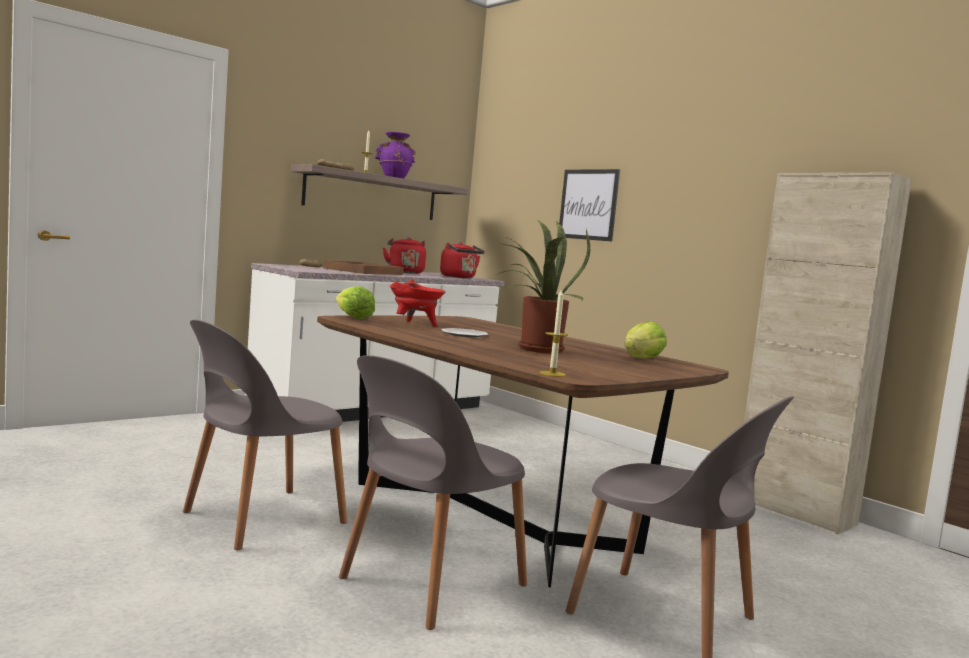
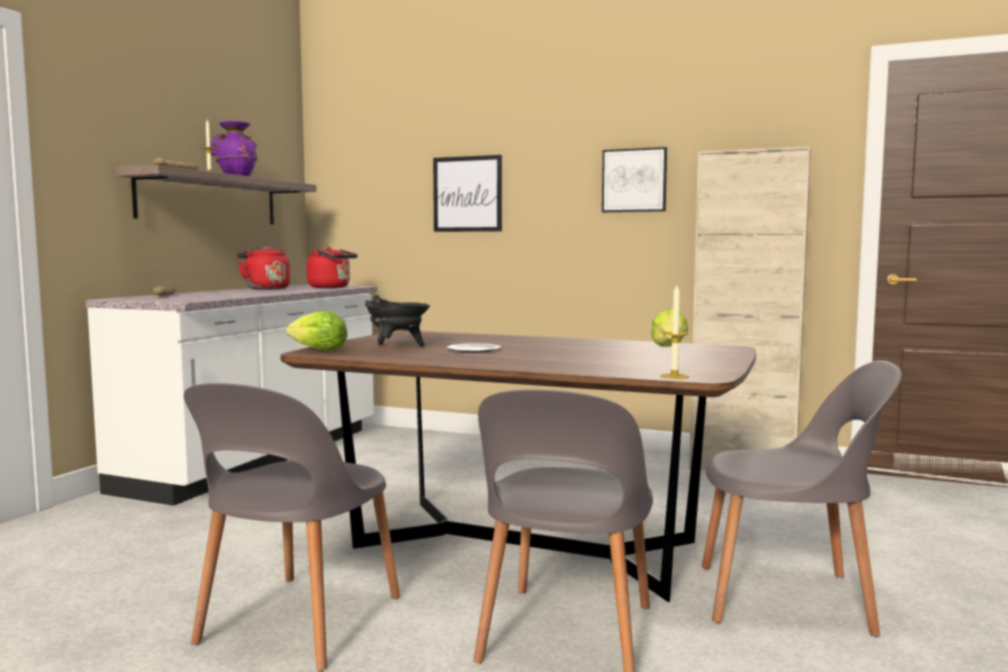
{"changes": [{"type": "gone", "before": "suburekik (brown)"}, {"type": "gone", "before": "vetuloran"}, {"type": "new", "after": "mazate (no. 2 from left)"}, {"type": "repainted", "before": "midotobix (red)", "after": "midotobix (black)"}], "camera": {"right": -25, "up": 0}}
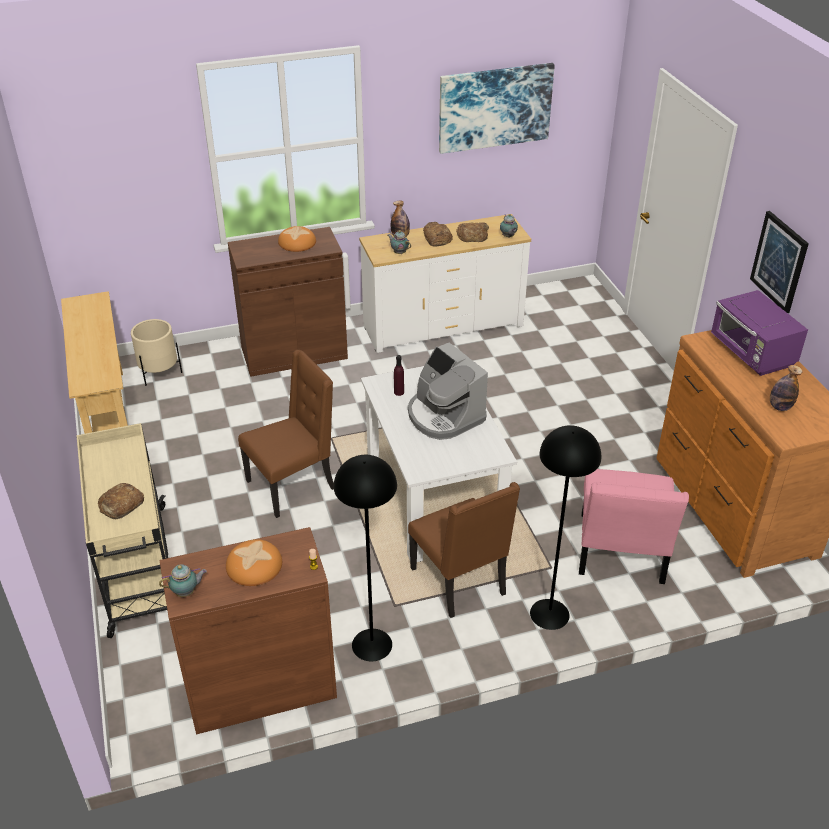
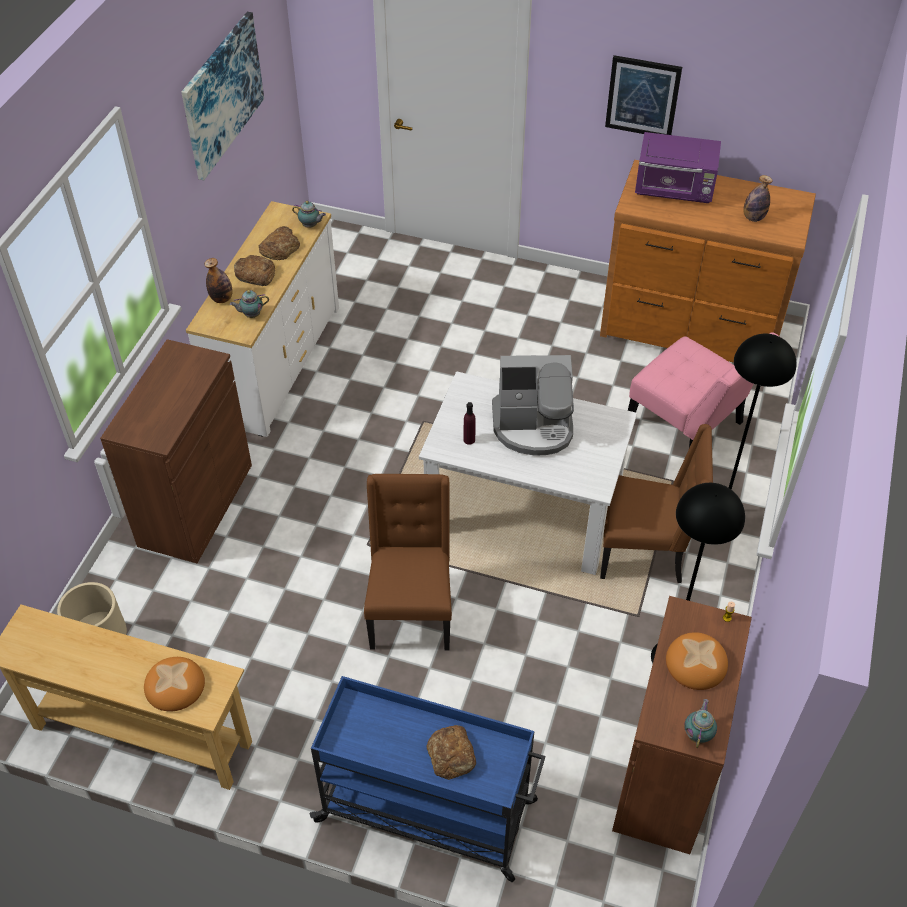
{"changes": [{"type": "shifted", "before": "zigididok (no. 3 from left in the first image)", "after": "zigididok (no. 1 from left)"}, {"type": "repainted", "before": "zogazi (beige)", "after": "zogazi (blue)"}], "camera": {"right": -55, "up": 10}}
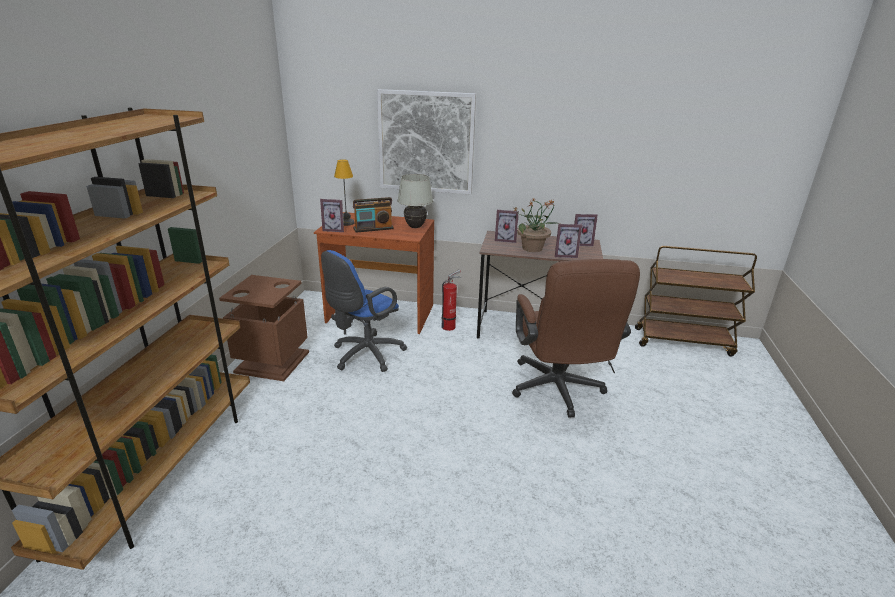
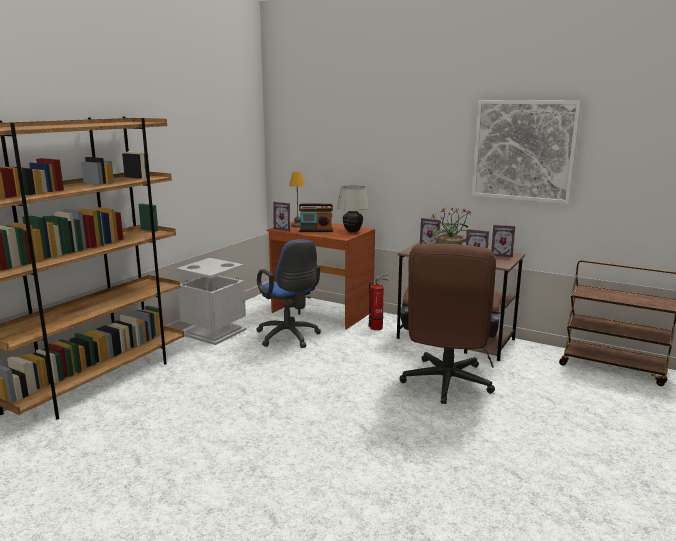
{"changes": [{"type": "shifted", "before": "mazate"}, {"type": "repainted", "before": "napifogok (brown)", "after": "napifogok (grey)"}, {"type": "rotated", "before": "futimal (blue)", "turn": -90}], "camera": {"right": 20, "up": -10}}
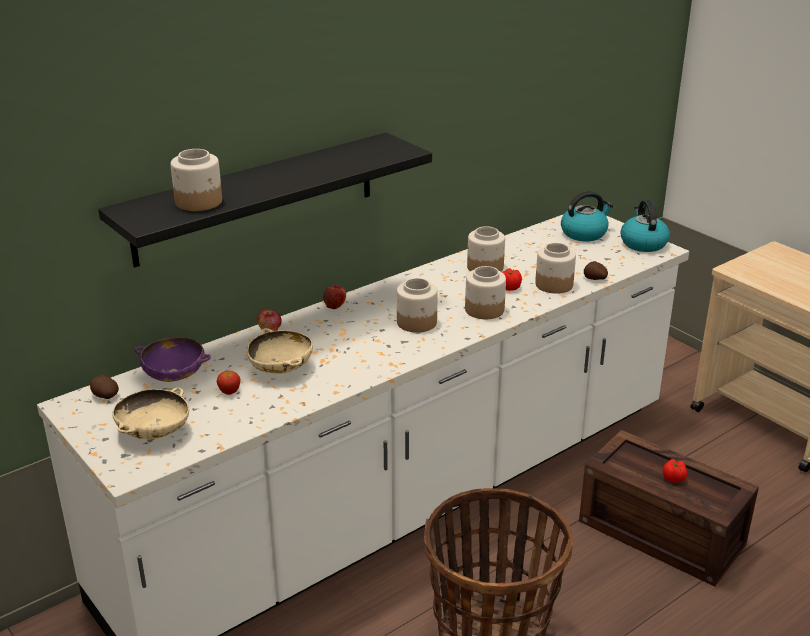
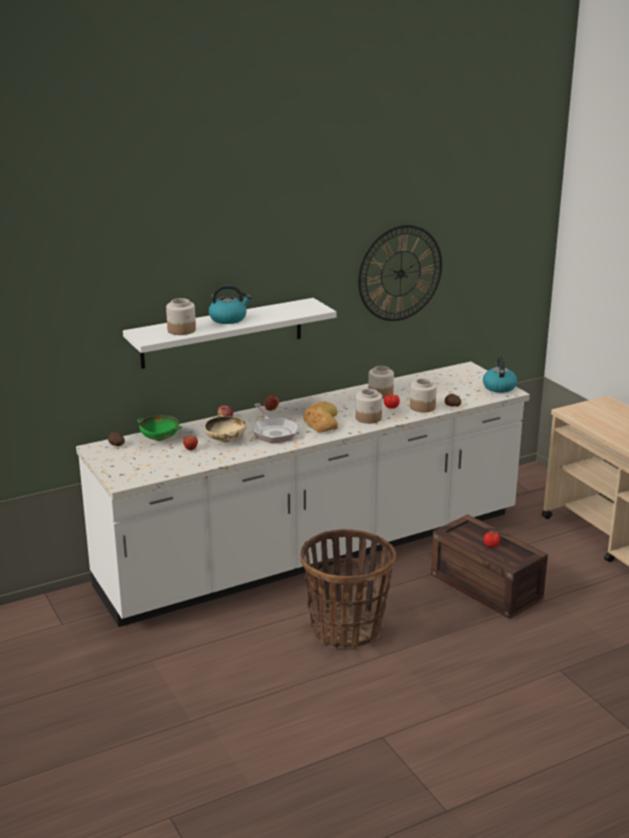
{"changes": [{"type": "gone", "before": "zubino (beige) (no. 1 from left)"}, {"type": "new", "after": "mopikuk"}, {"type": "new", "after": "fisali"}, {"type": "shifted", "before": "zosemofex (no. 1 from left)"}, {"type": "swapped", "before": "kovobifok (no. 2 from left)", "after": "zigididok"}, {"type": "repainted", "before": "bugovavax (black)", "after": "bugovavax (white)"}, {"type": "repainted", "before": "zubino (purple)", "after": "zubino (green)"}], "camera": {"right": 10, "up": -5}}
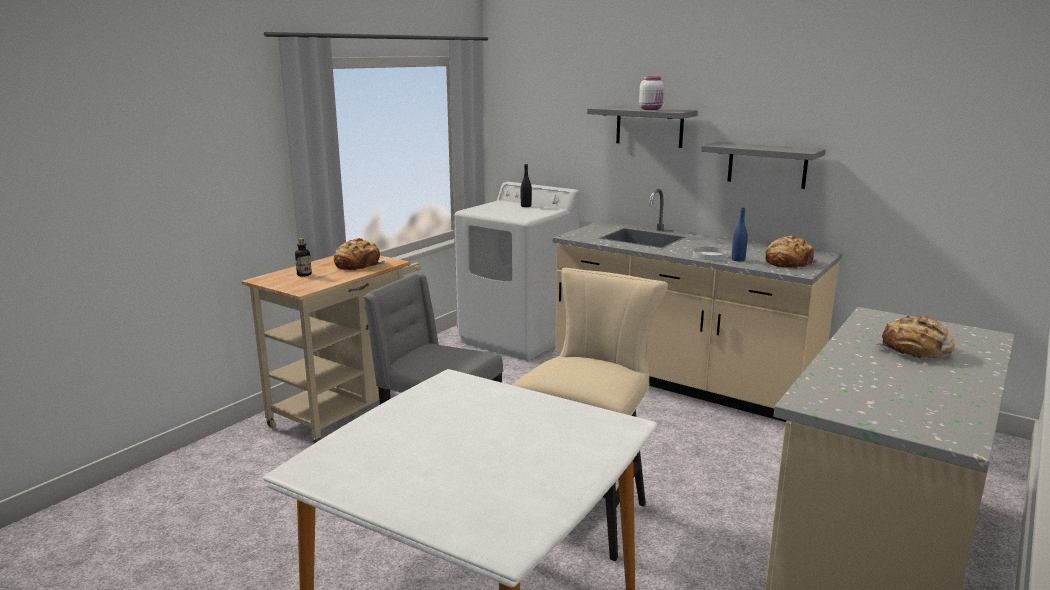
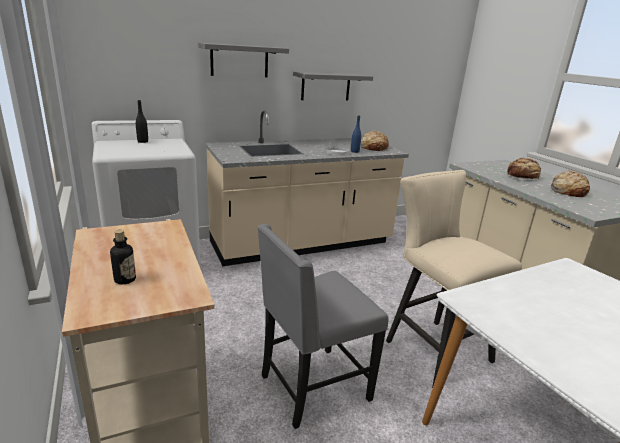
{"changes": [{"type": "gone", "before": "kovobifok (white)"}, {"type": "shifted", "before": "zigididok (no. 1 from left in the first image)", "after": "zigididok (no. 3 from left)"}], "camera": {"right": -60, "up": 5}}
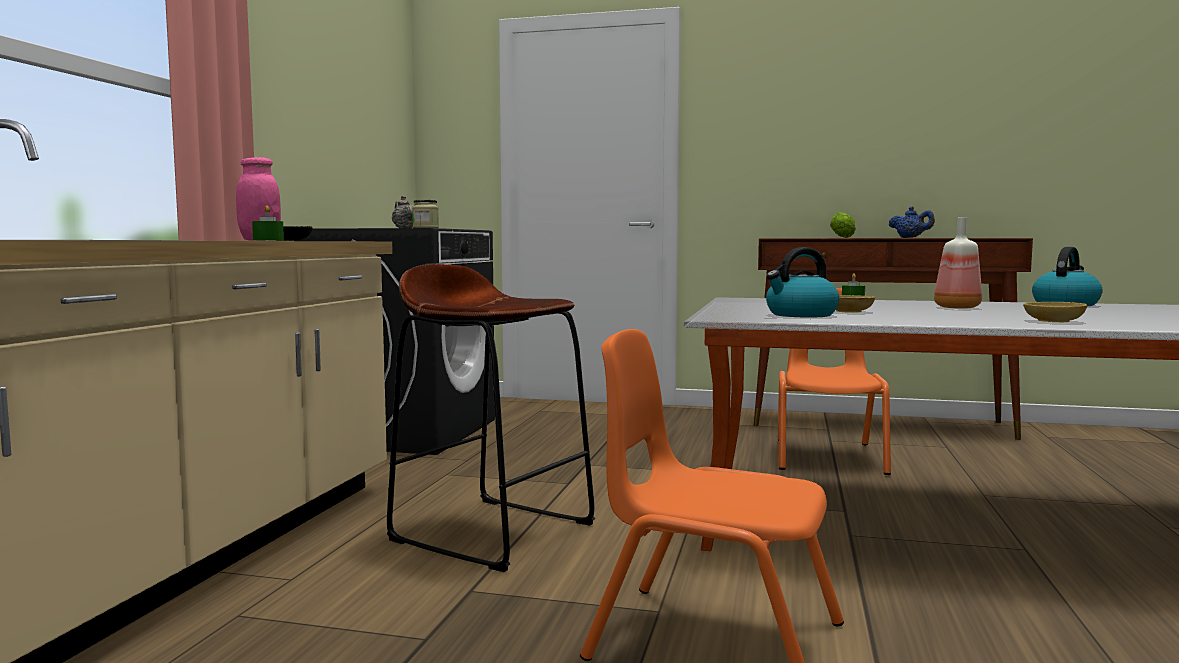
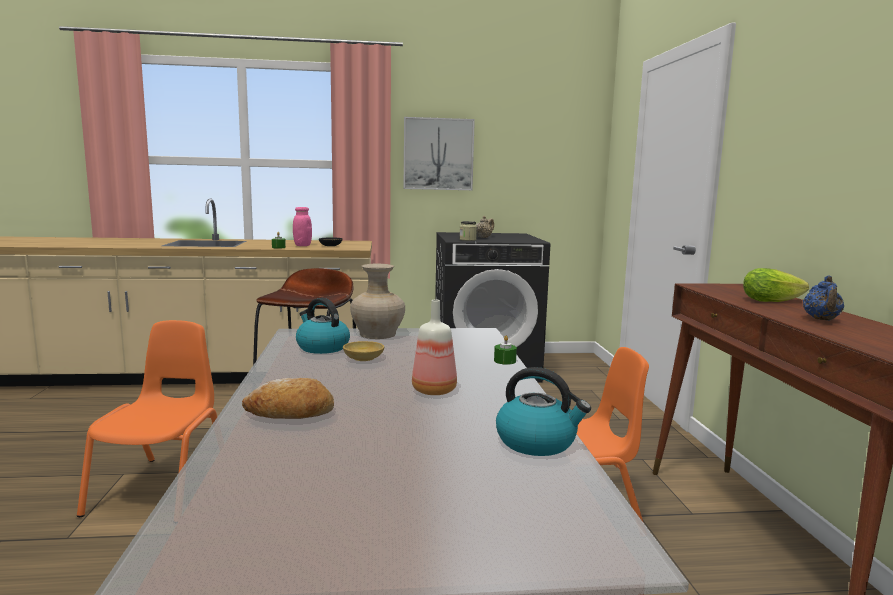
{"changes": [{"type": "new", "after": "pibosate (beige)"}, {"type": "new", "after": "mazate"}, {"type": "swapped", "before": "zubino (beige) (no. 2 from left)", "after": "zigididok"}], "camera": {"right": 70, "up": 5}}
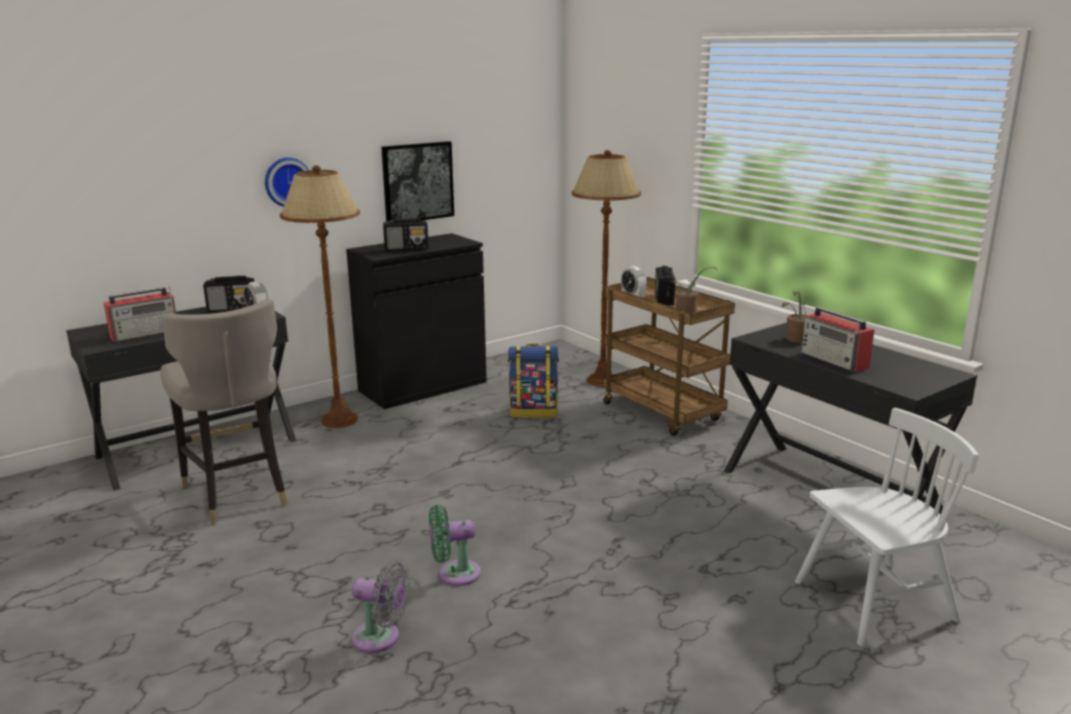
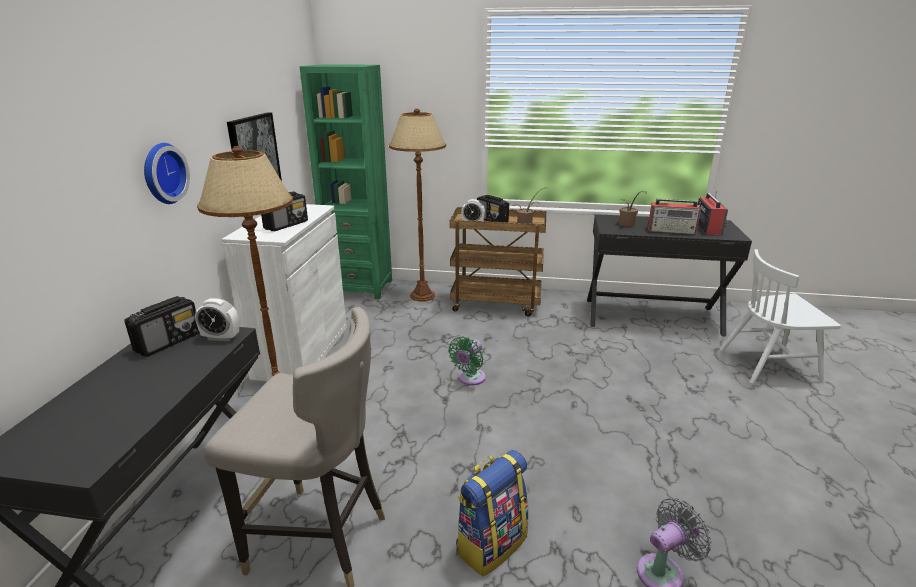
{"changes": [{"type": "new", "after": "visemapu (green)"}, {"type": "shifted", "before": "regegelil (no. 1 from left in the first image)", "after": "regegelil (no. 5 from left)"}, {"type": "shifted", "before": "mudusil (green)"}, {"type": "shifted", "before": "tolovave"}, {"type": "repainted", "before": "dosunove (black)", "after": "dosunove (white)"}, {"type": "rotated", "before": "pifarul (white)", "turn": -120}], "camera": {"right": -45, "up": 5}}
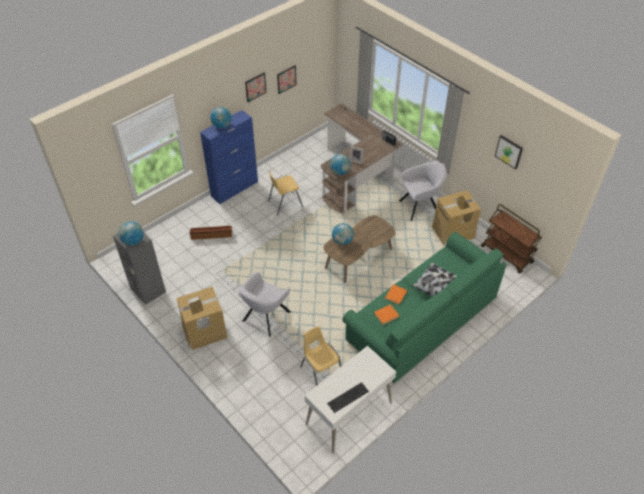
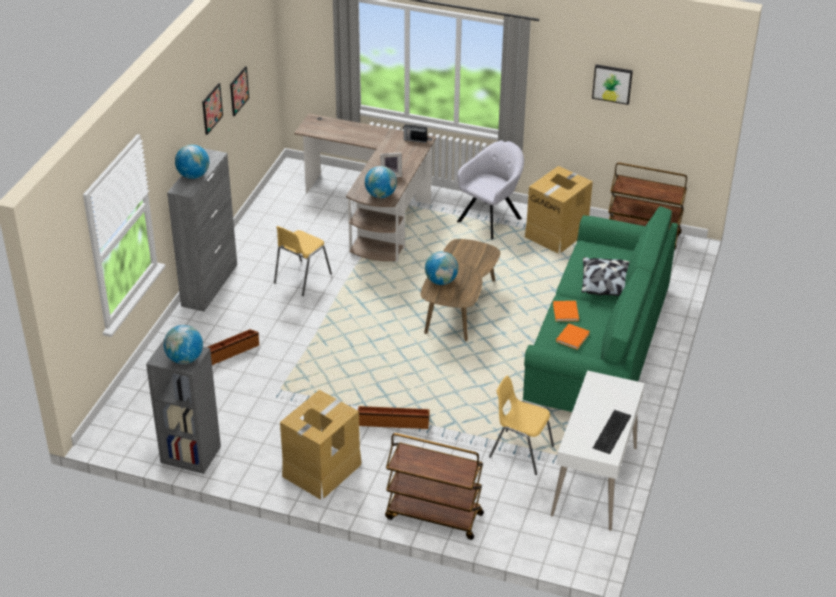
{"changes": [{"type": "new", "after": "zogazi (brown) (no. 1 from left)"}, {"type": "swapped", "before": "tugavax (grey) (no. 1 from left)", "after": "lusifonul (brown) (no. 2 from left)"}, {"type": "repainted", "before": "dosunove (blue)", "after": "dosunove (grey)"}], "camera": {"right": -30, "up": -10}}
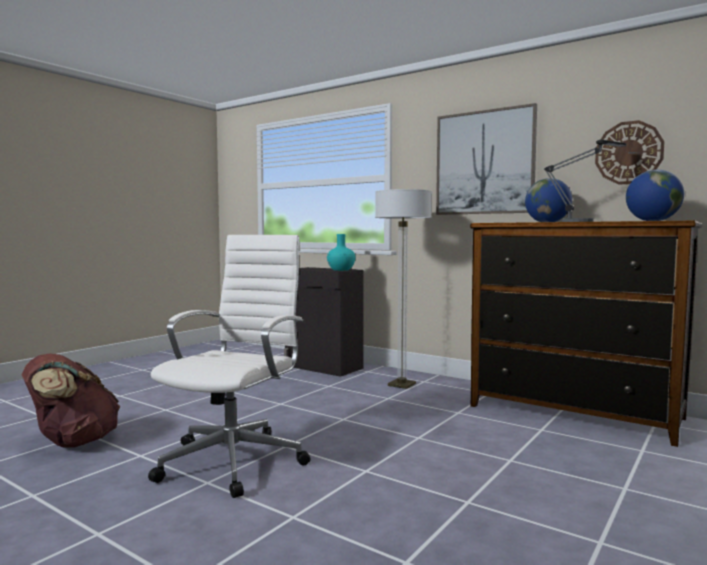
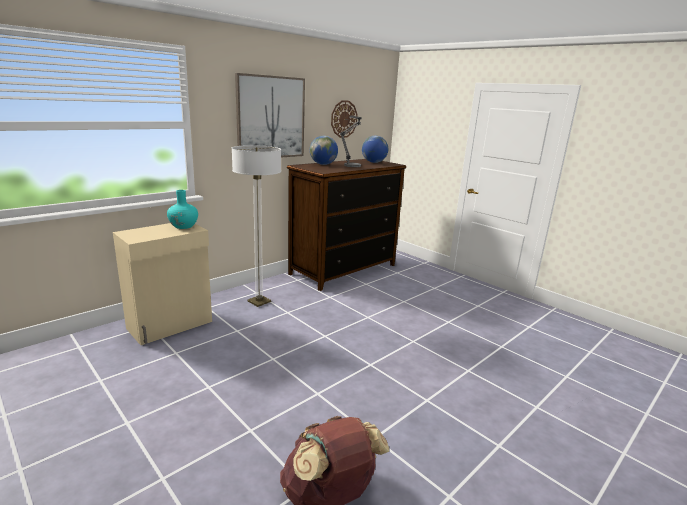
{"changes": [{"type": "gone", "before": "futimal (white)"}, {"type": "repainted", "before": "dosunove (black)", "after": "dosunove (beige)"}], "camera": {"right": -80, "up": 15}}
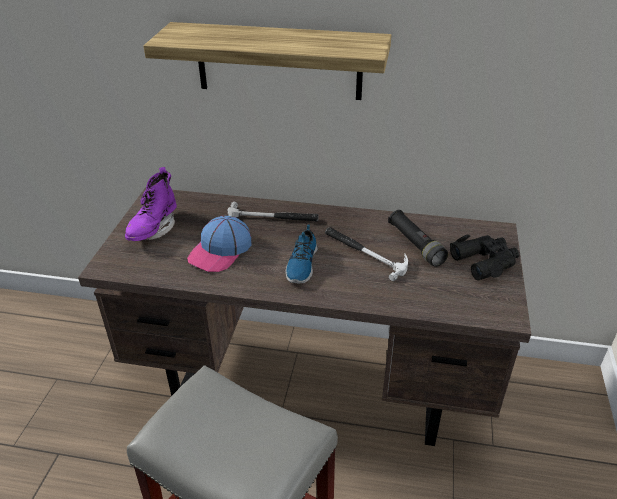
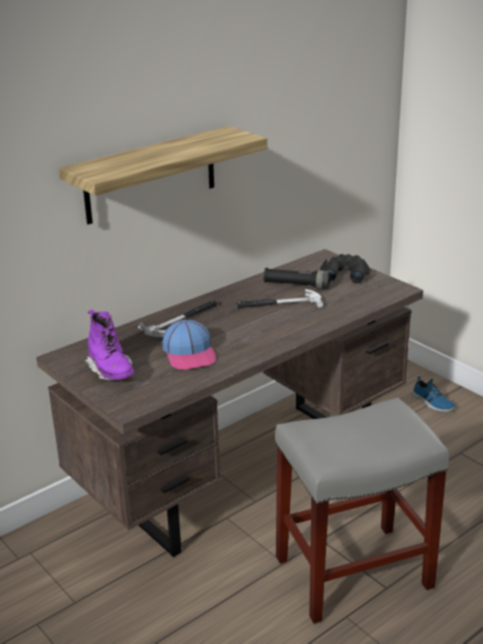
{"changes": [{"type": "shifted", "before": "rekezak"}], "camera": {"right": -50, "up": -10}}
